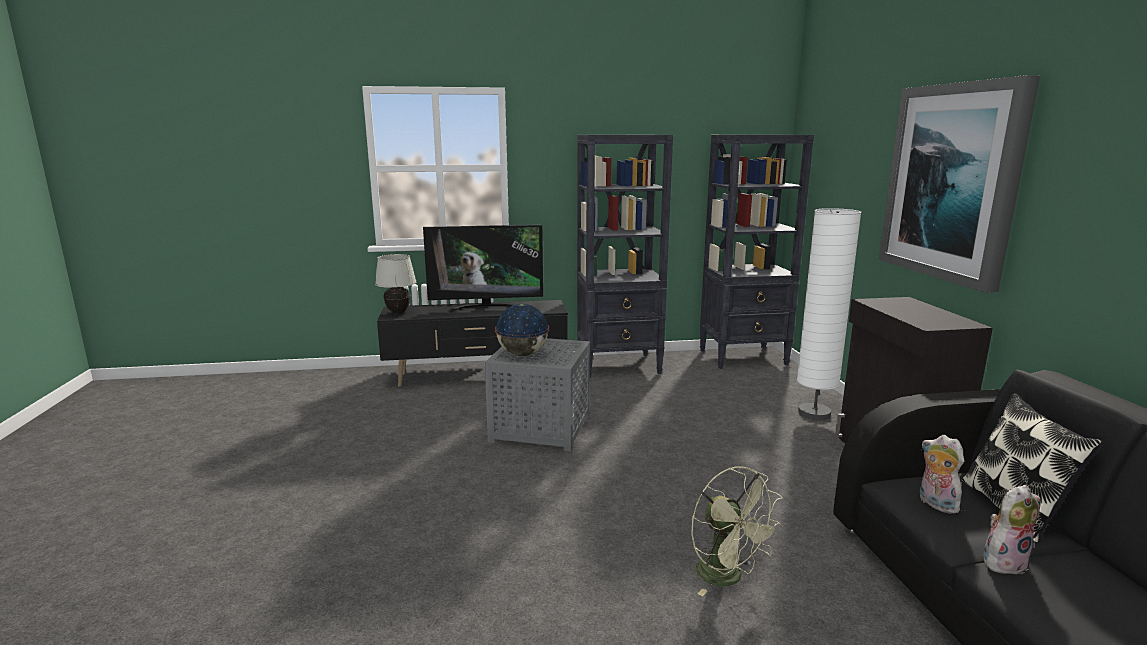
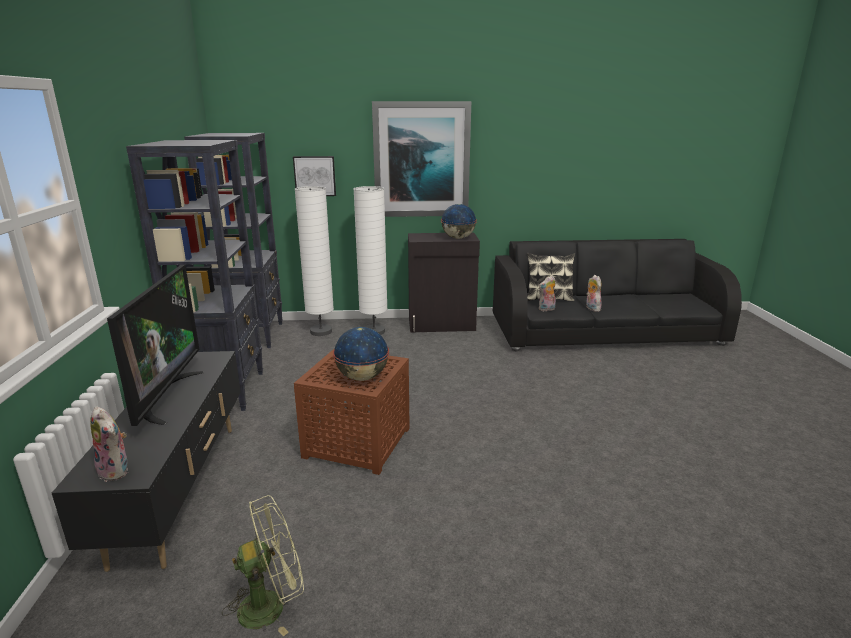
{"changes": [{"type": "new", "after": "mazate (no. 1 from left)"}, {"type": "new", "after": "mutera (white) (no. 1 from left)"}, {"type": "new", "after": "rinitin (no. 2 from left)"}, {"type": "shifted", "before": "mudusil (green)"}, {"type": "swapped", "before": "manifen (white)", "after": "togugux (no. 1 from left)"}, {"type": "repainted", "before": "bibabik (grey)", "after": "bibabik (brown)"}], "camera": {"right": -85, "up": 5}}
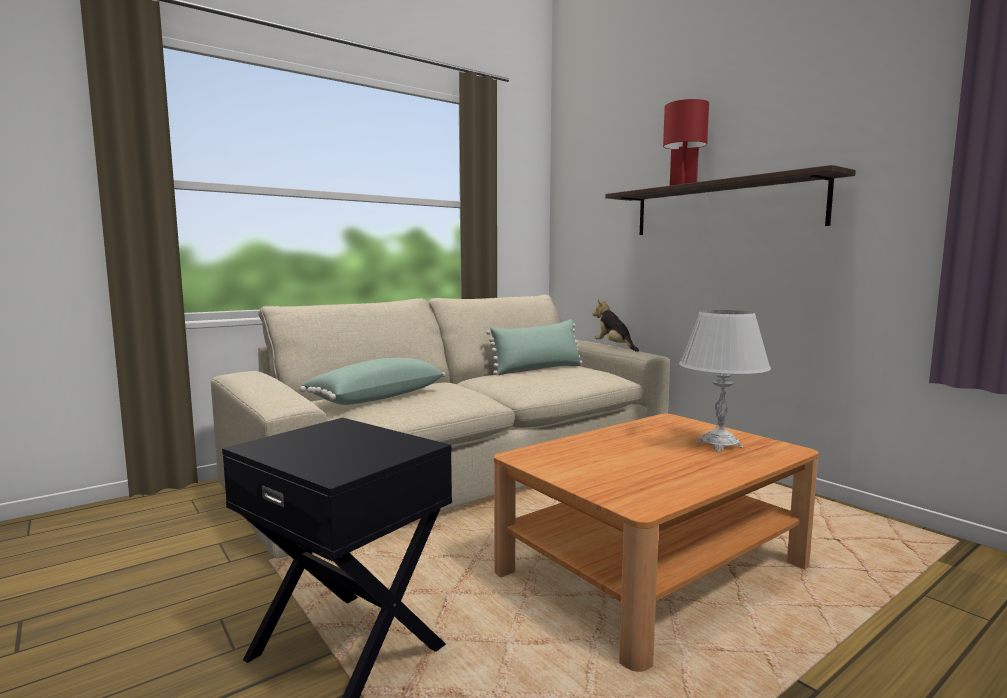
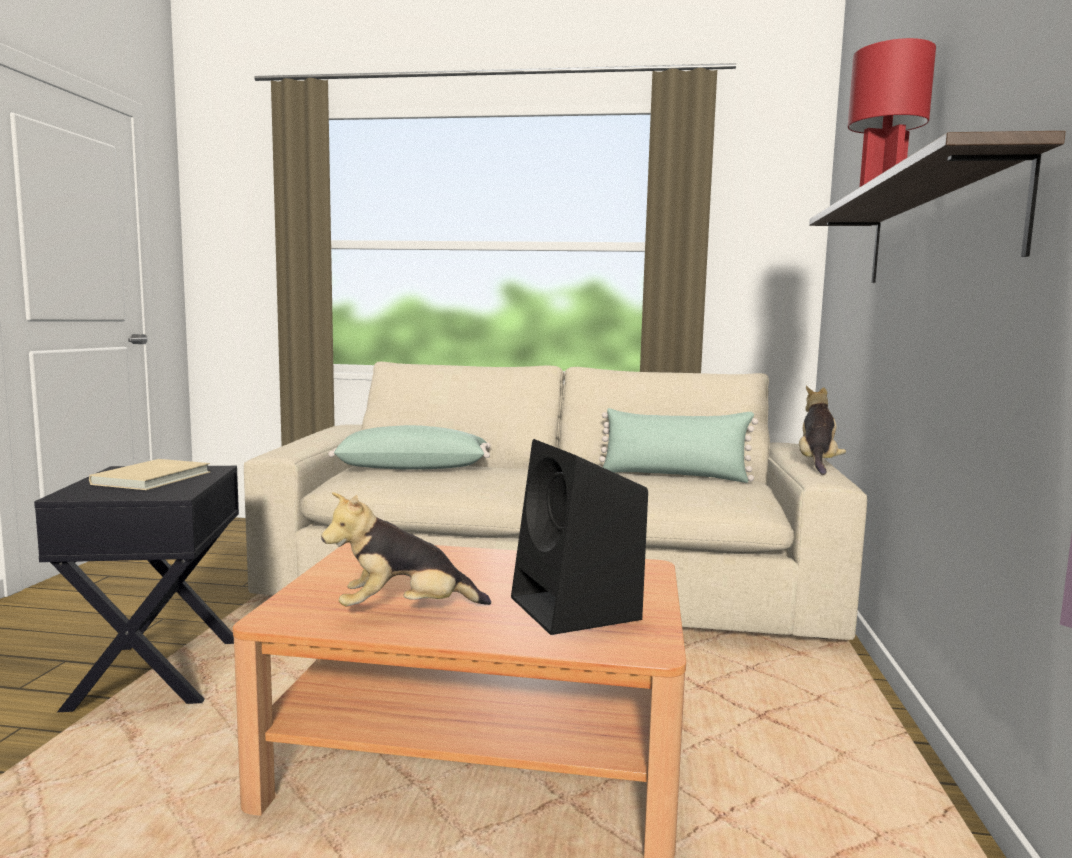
{"changes": [{"type": "new", "after": "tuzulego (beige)"}, {"type": "new", "after": "togugux (no. 1 from left)"}, {"type": "swapped", "before": "manifen (white)", "after": "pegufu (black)"}], "camera": {"right": 45, "up": 0}}
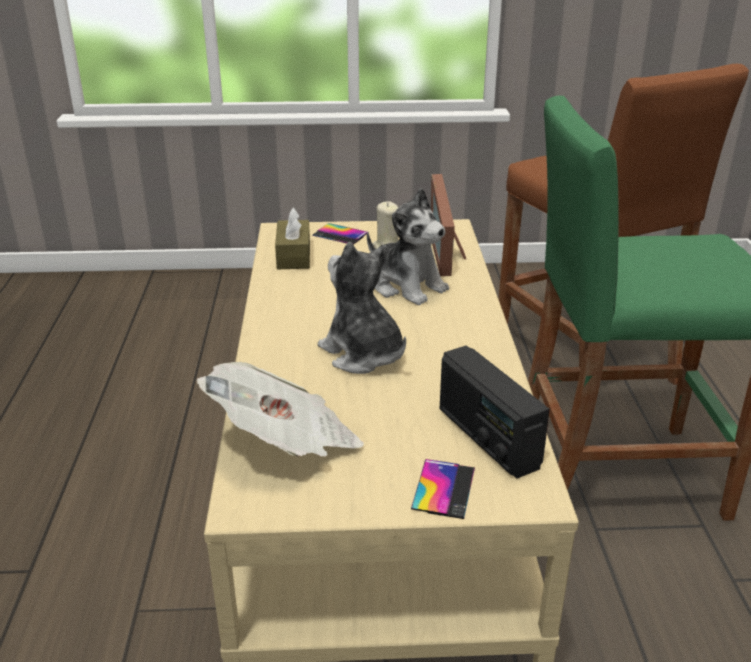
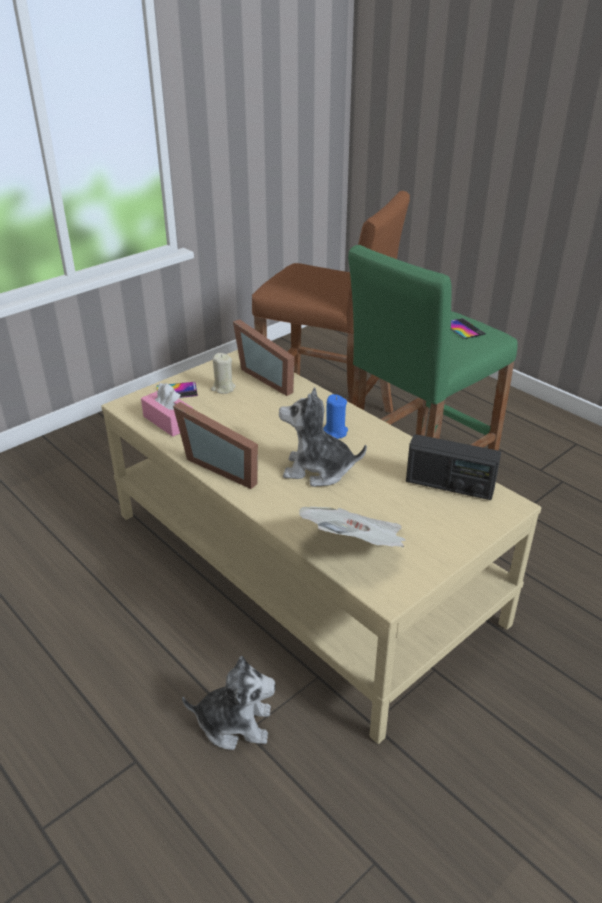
{"changes": [{"type": "new", "after": "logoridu (no. 1 from left)"}, {"type": "new", "after": "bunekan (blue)"}, {"type": "shifted", "before": "togugux (no. 2 from left in the first image)", "after": "togugux (no. 1 from left)"}, {"type": "shifted", "before": "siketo (no. 2 from left)"}, {"type": "repainted", "before": "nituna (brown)", "after": "nituna (pink)"}], "camera": {"right": -40, "up": 5}}
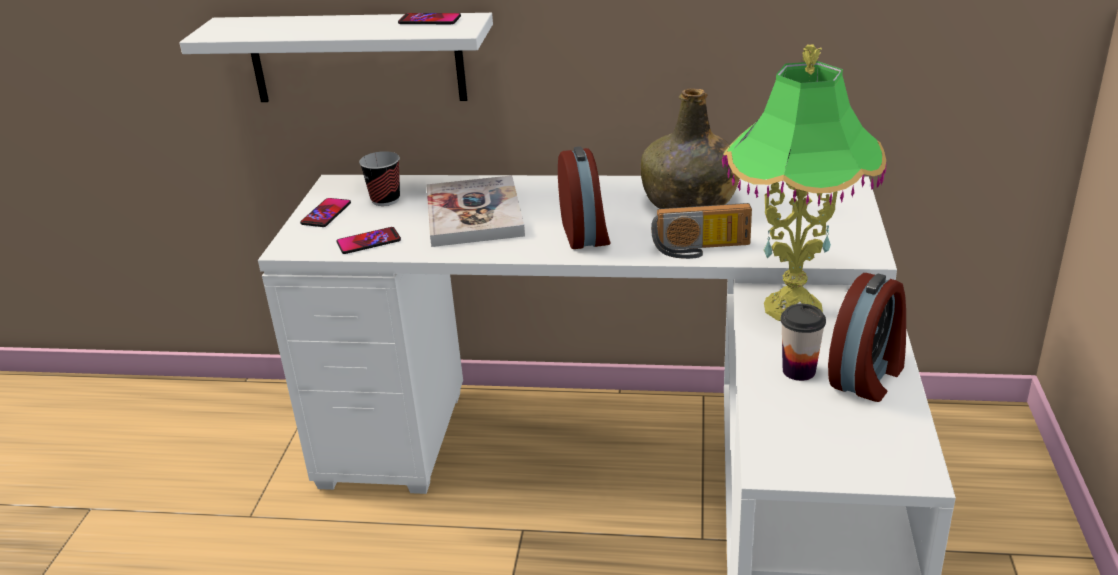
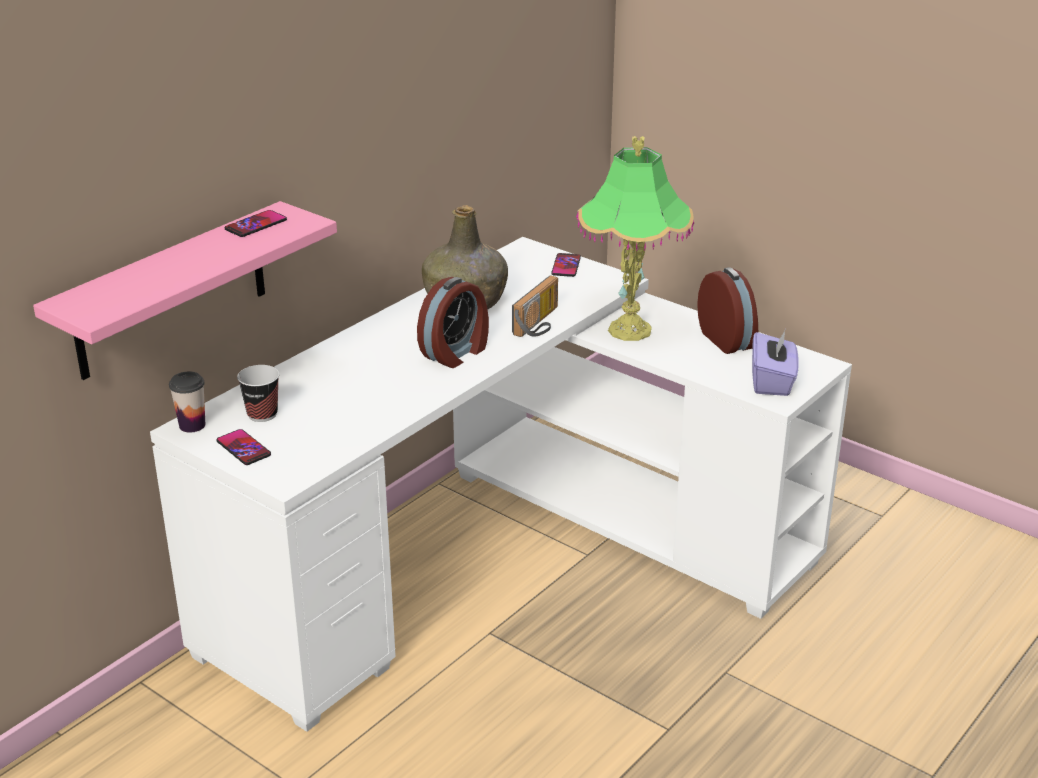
{"changes": [{"type": "gone", "before": "tuzulego"}, {"type": "new", "after": "nituna (purple)"}, {"type": "shifted", "before": "siketo (no. 2 from left in the first image)", "after": "siketo (no. 3 from left)"}, {"type": "shifted", "before": "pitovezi (no. 2 from left in the first image)", "after": "pitovezi (no. 1 from left)"}, {"type": "repainted", "before": "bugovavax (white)", "after": "bugovavax (pink)"}, {"type": "rotated", "before": "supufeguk (no. 1 from left)", "turn": 105}], "camera": {"right": -60, "up": 0}}
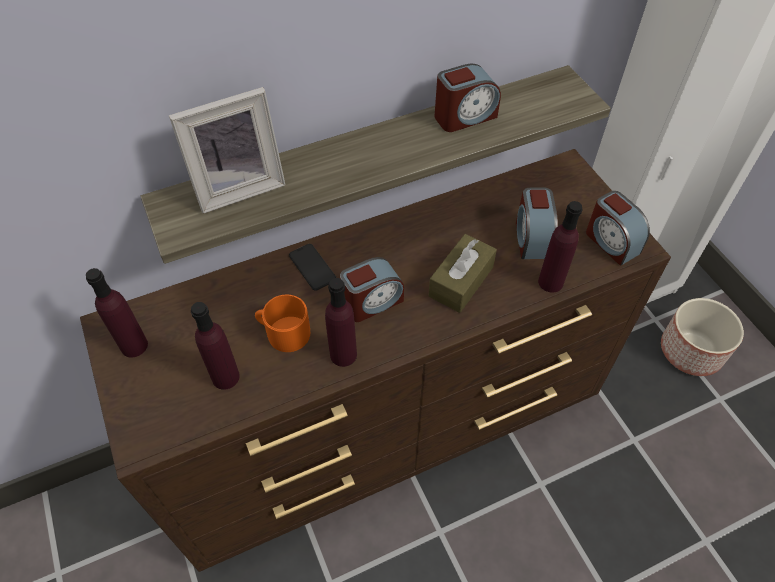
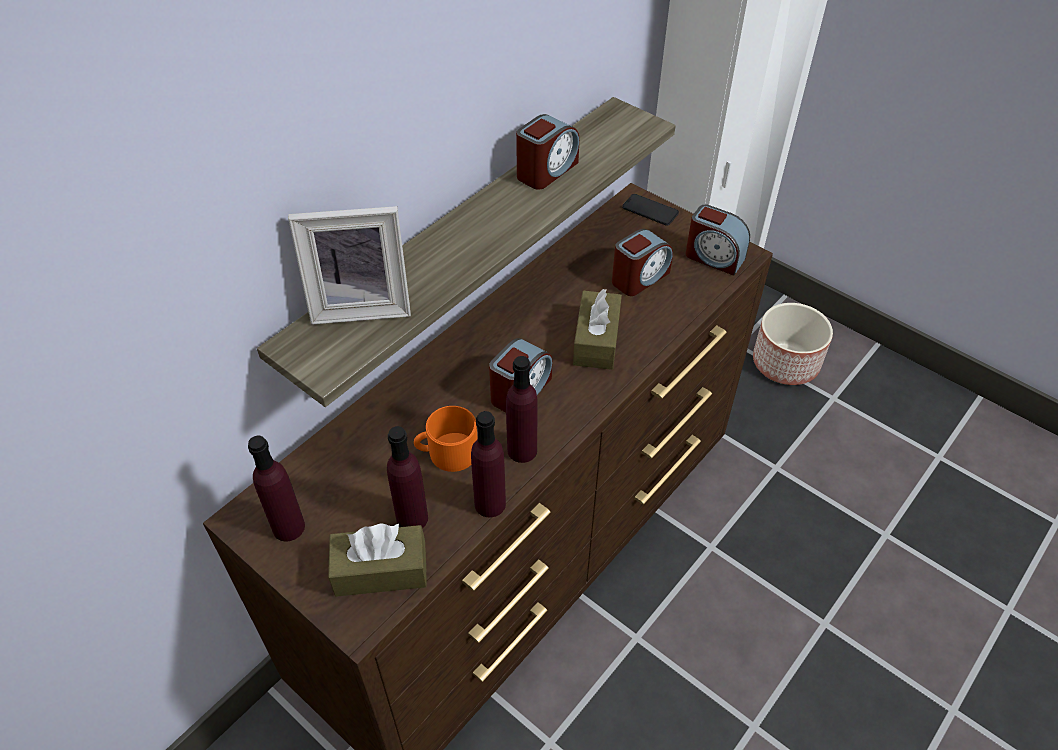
{"changes": [{"type": "new", "after": "nituna (brown) (no. 1 from left)"}, {"type": "shifted", "before": "siketo"}, {"type": "shifted", "before": "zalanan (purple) (no. 4 from left in the first image)", "after": "zalanan (purple) (no. 3 from left)"}, {"type": "rotated", "before": "logoridu", "turn": 45}, {"type": "rotated", "before": "supufeguk (no. 3 from left)", "turn": -105}], "camera": {"right": -25, "up": -5}}
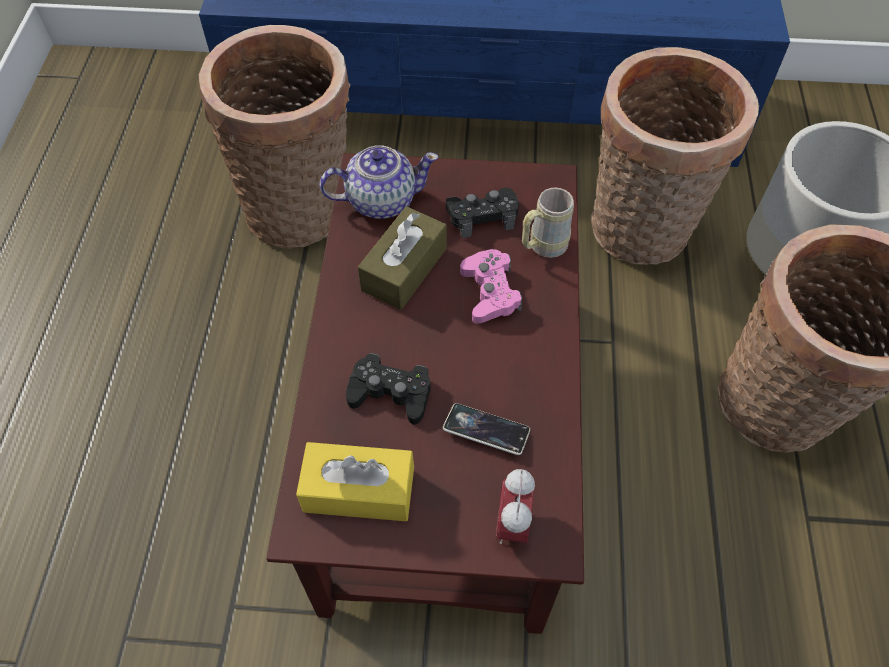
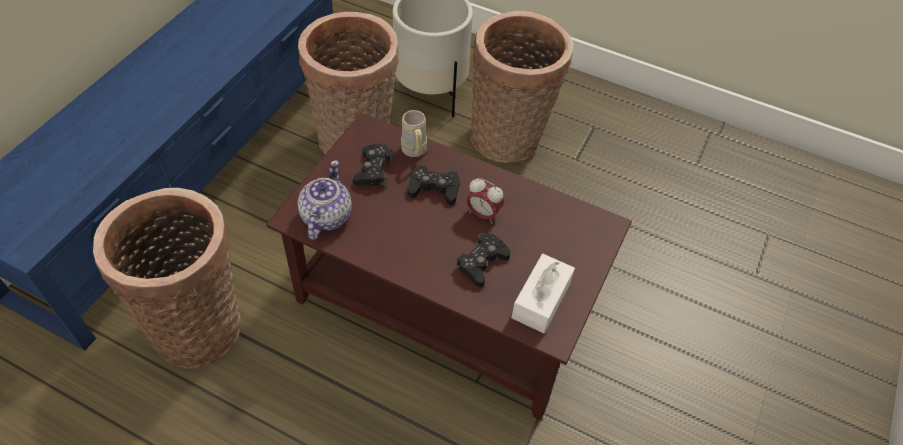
{"changes": [{"type": "gone", "before": "nituna (brown)"}, {"type": "gone", "before": "siketo"}, {"type": "shifted", "before": "supufeguk"}, {"type": "repainted", "before": "nituna (yellow)", "after": "nituna (white)"}, {"type": "repainted", "before": "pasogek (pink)", "after": "pasogek (black) (no. 2 from left)"}], "camera": {"right": -70, "up": -5}}
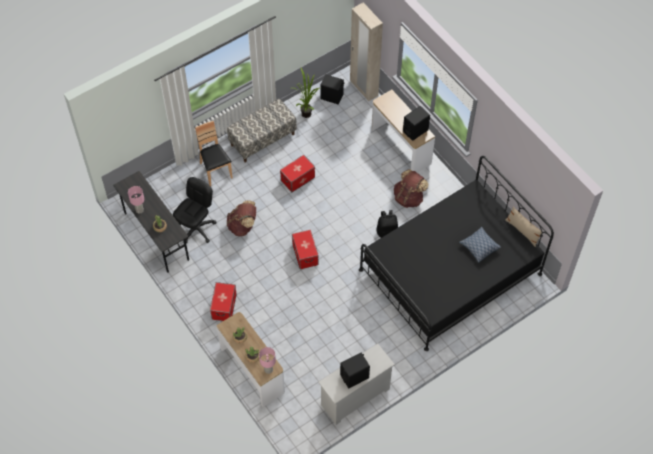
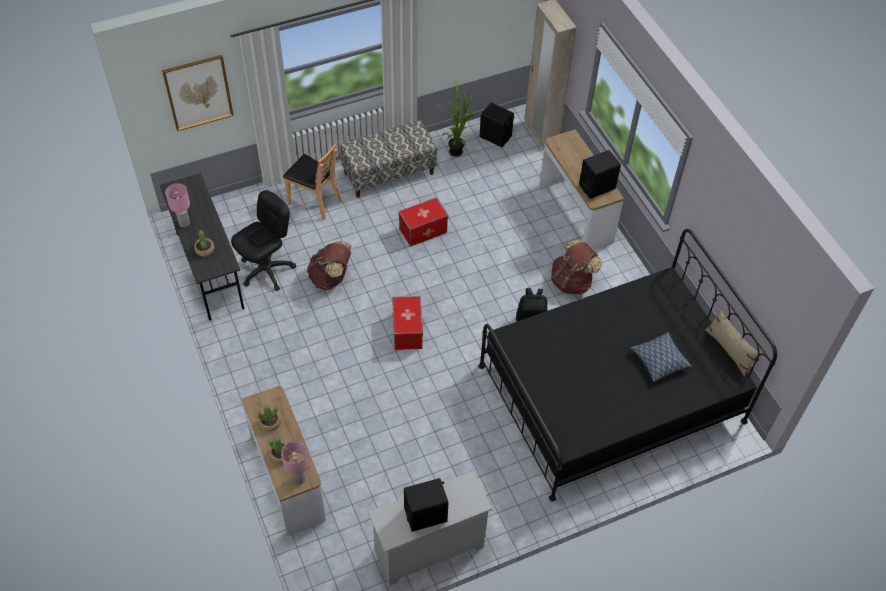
{"changes": [{"type": "gone", "before": "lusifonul (no. 1 from left)"}, {"type": "new", "after": "mazate"}, {"type": "rotated", "before": "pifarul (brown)", "turn": 135}], "camera": {"right": 10, "up": -5}}
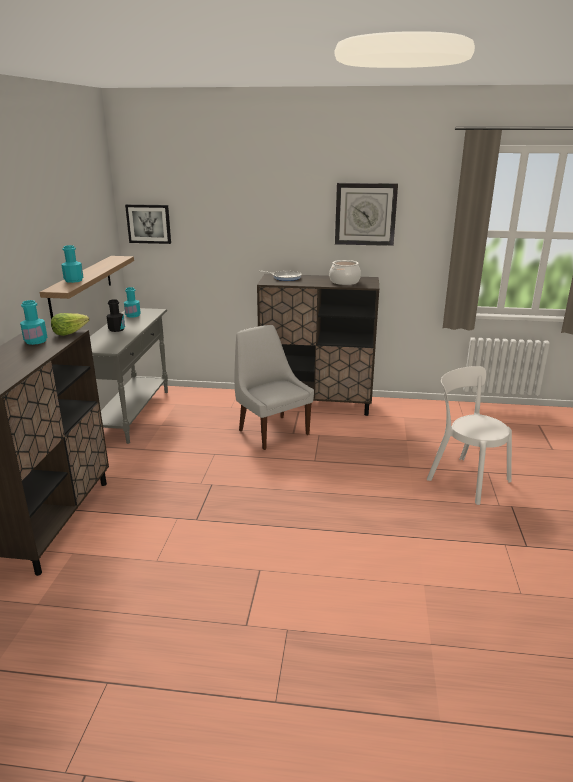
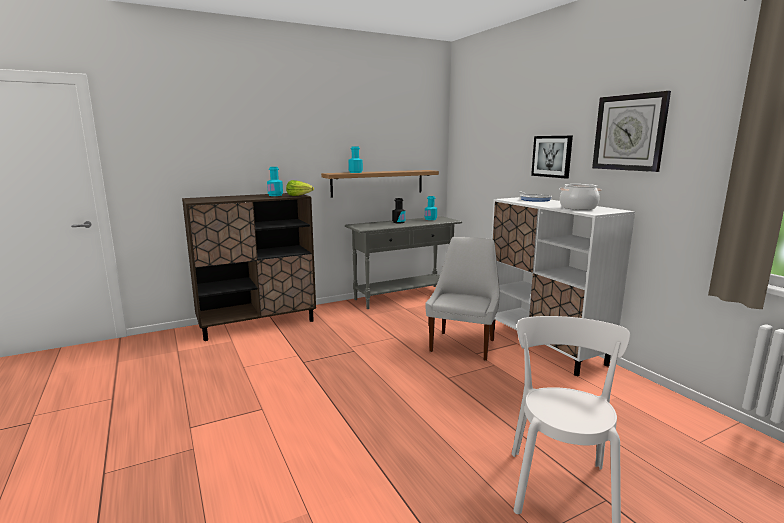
{"changes": [{"type": "shifted", "before": "mazate"}, {"type": "repainted", "before": "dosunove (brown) (no. 2 from left)", "after": "dosunove (white)"}], "camera": {"right": 55, "up": -10}}
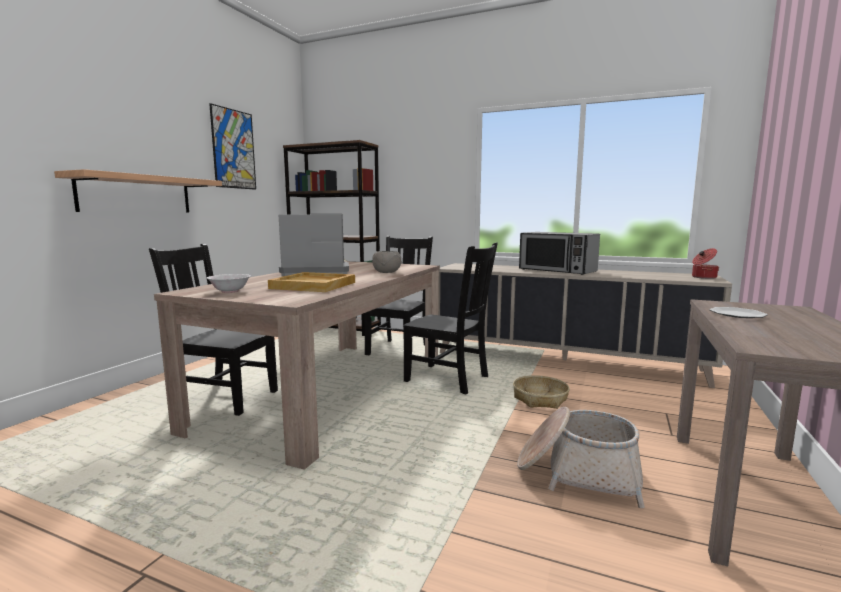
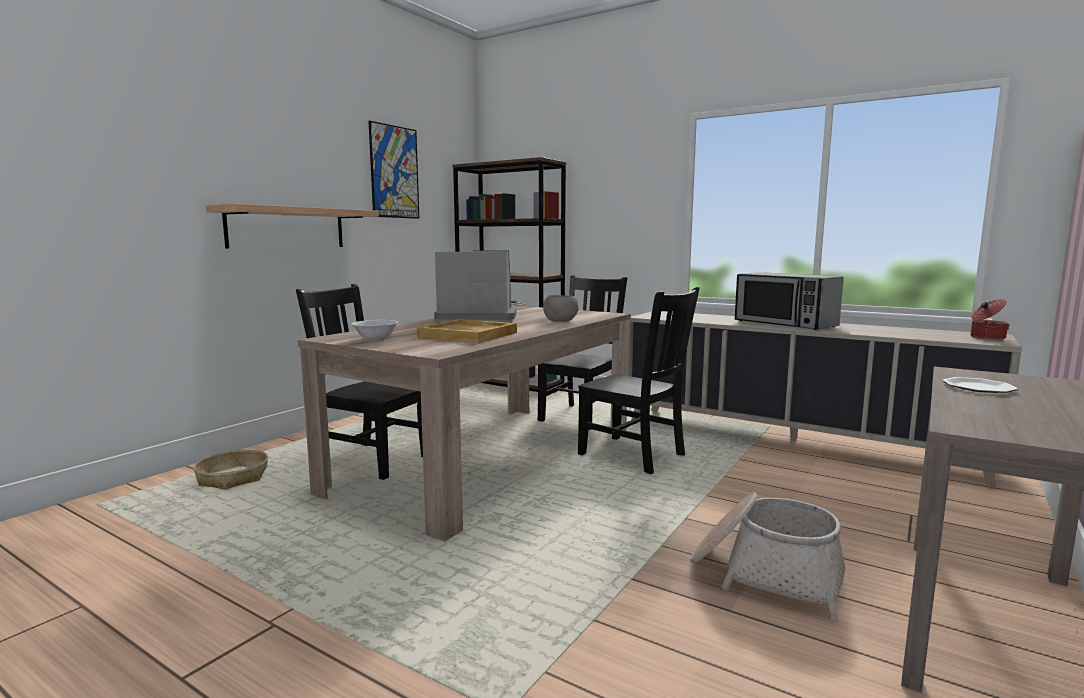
{"changes": [{"type": "shifted", "before": "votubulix (no. 1 from left)"}], "camera": {"right": 10, "up": 0}}
